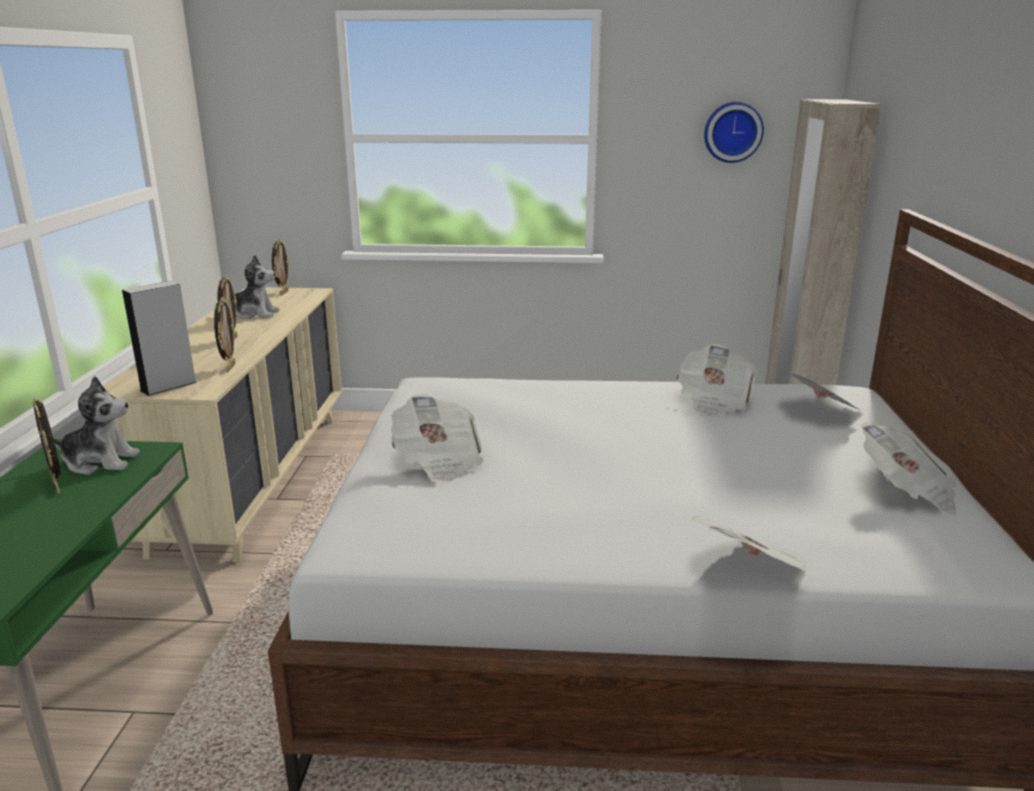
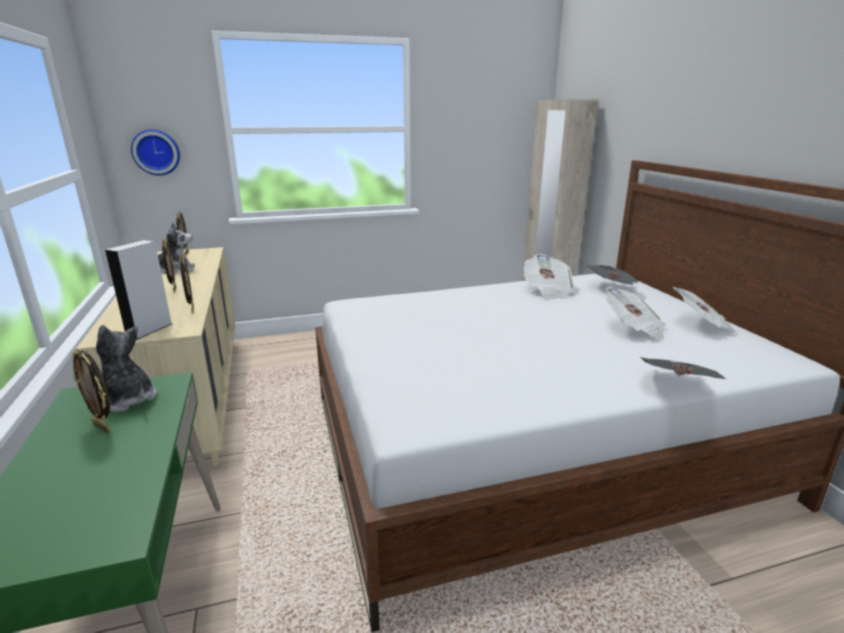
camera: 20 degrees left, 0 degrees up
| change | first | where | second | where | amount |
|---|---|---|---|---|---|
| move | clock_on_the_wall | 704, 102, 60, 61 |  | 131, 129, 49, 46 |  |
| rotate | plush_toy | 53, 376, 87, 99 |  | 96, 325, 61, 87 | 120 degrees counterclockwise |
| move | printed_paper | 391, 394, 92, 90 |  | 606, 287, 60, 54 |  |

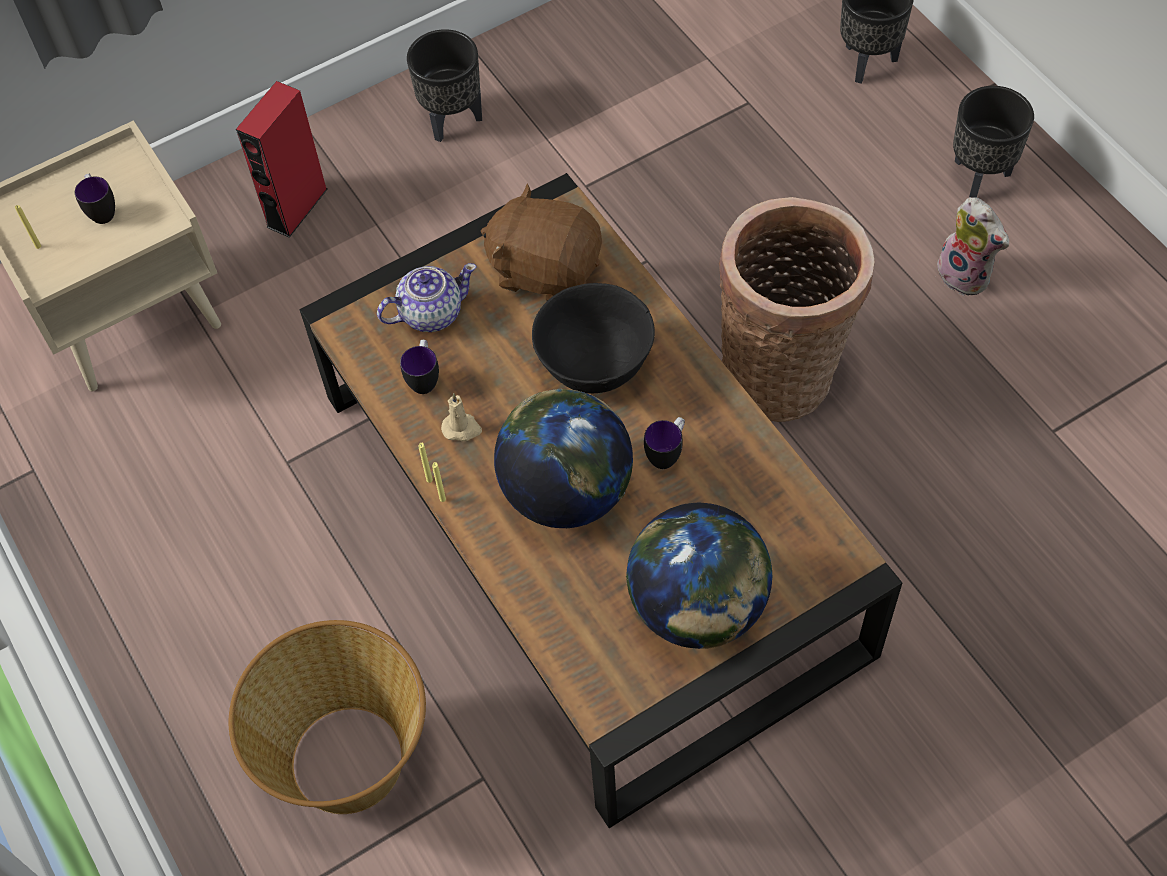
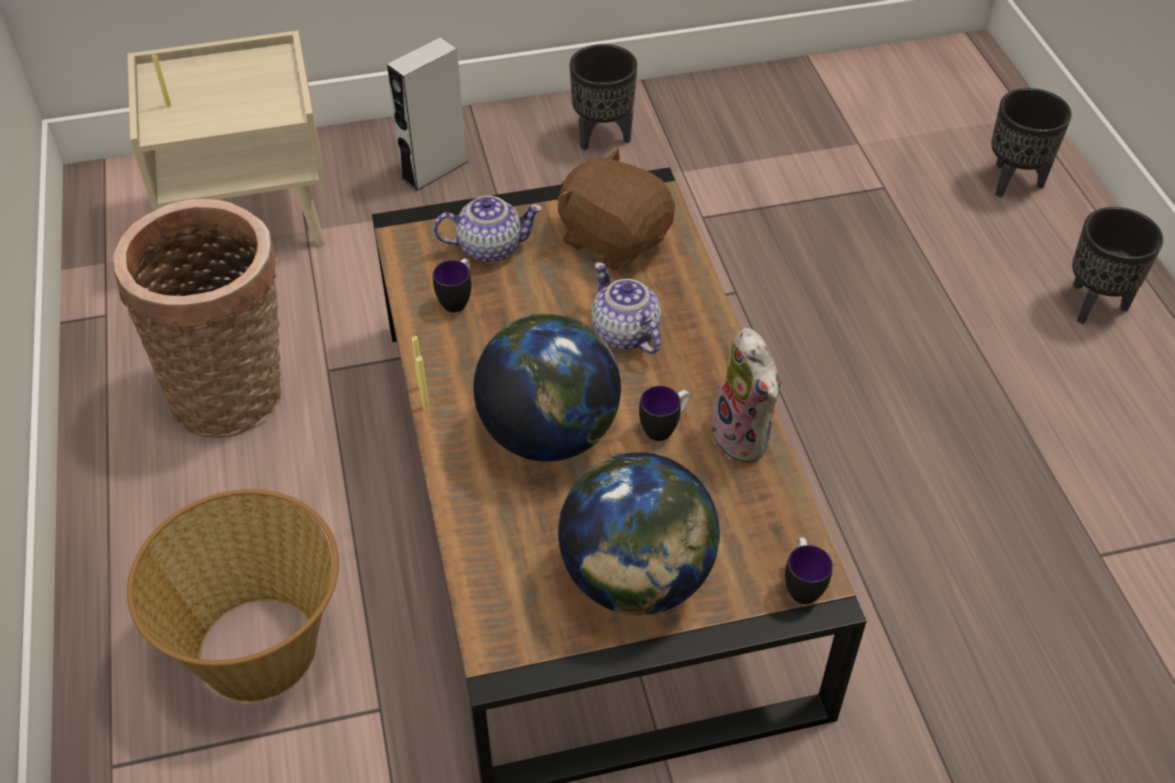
camera: 15 degrees right, 10 degrees down
| change | first | where | second | where | amount |
|---|---|---|---|---|---|
| recolor | red_loudspeaker | 236, 81, 92, 157 | greyish_loudspeaker | 387, 37, 81, 154 |  |
| move | coffee_mug | 74, 174, 41, 50 |  | 785, 538, 48, 66 |  |
| move | basket | 719, 197, 156, 225 |  | 113, 199, 169, 239 |  |
| move | plush_toy | 937, 197, 72, 99 |  | 711, 328, 71, 134 |  |
| replace | black_bowl | 532, 283, 123, 110 | tea_pot | 591, 262, 70, 92 |  |
| delete | beige-coloured_wax_candle | 441, 393, 41, 48 |  |  |  |

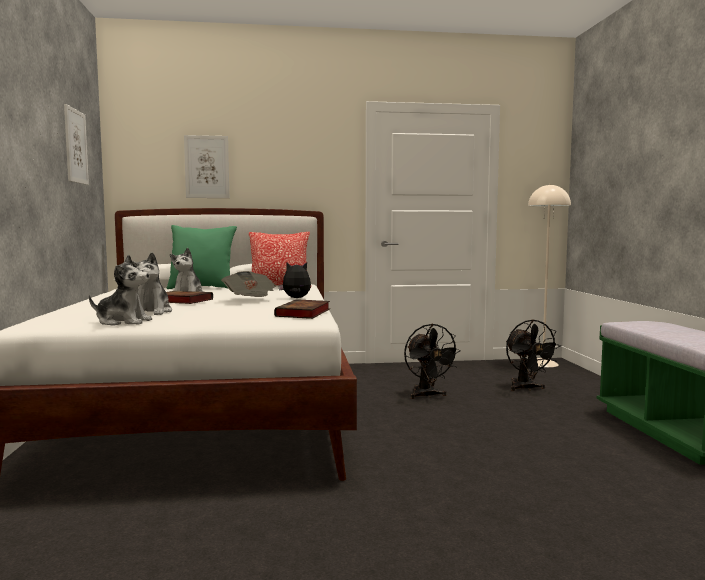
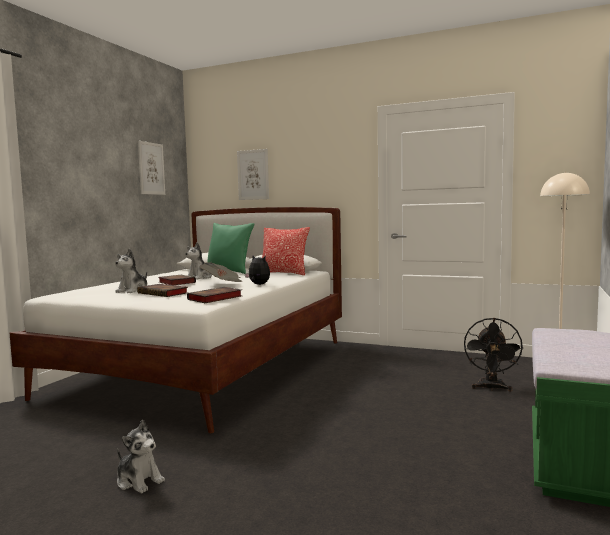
camera: 30 degrees right, 0 degrees up
| change | first | where | second | where | amount |
|---|---|---|---|---|---|
| move | plush_toy | 89, 255, 63, 71 |  | 117, 420, 48, 73 |  |
| delete | black_electric_fan | 404, 324, 57, 75 |  |  |  |
| insert |  |  | bound_book | 137, 284, 51, 13 |  |

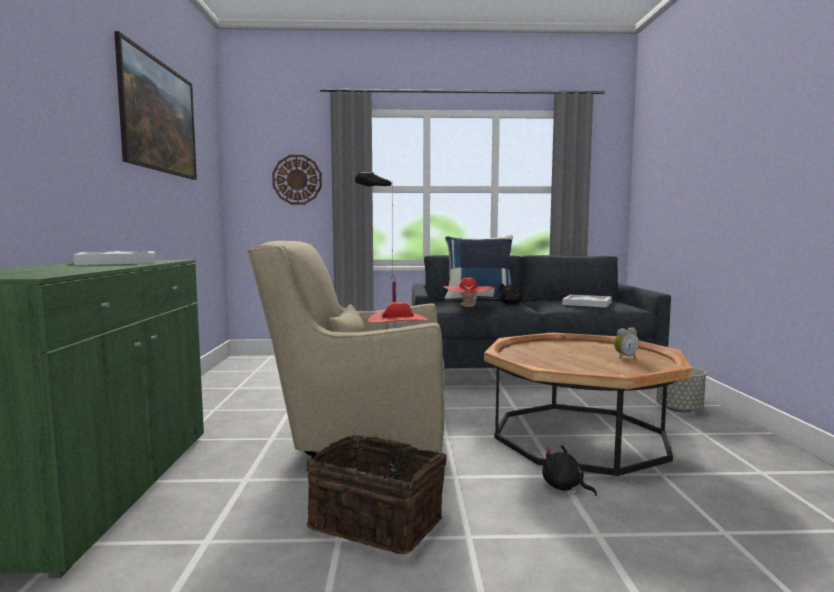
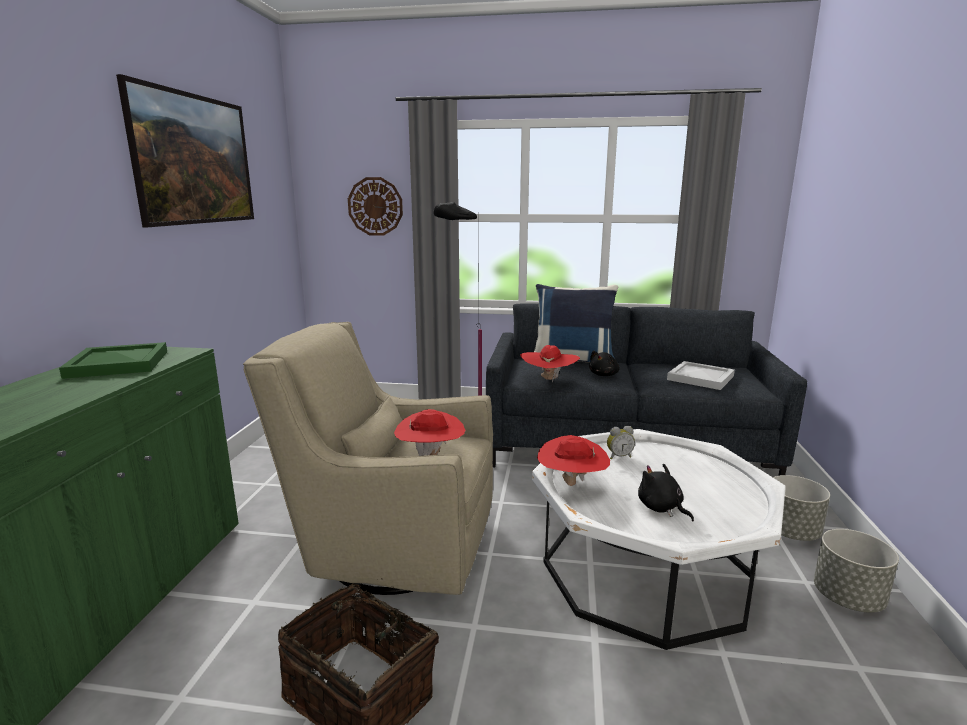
camera: 10 degrees right, 10 degrees up
| change | first | where | second | where | amount |
|---|---|---|---|---|---|
| recolor | whitish_serving_tray | 73, 251, 83, 14 | greenish_serving_tray | 59, 342, 108, 37 |  |
| move | alarm_clock | 614, 327, 25, 32 |  | 607, 426, 28, 33 |  |
| recolor | brown-coloured_lounge_table | 484, 333, 209, 143 | whitish_lounge_table | 532, 429, 254, 221 |  |
| move | black_plush_toy | 542, 445, 55, 51 |  | 638, 464, 56, 58 |  |
| insert |  |  | red_clothing_hat | 537, 435, 73, 51 |  |
| insert |  |  | greyish_flower_pot | 814, 529, 85, 84 |  |

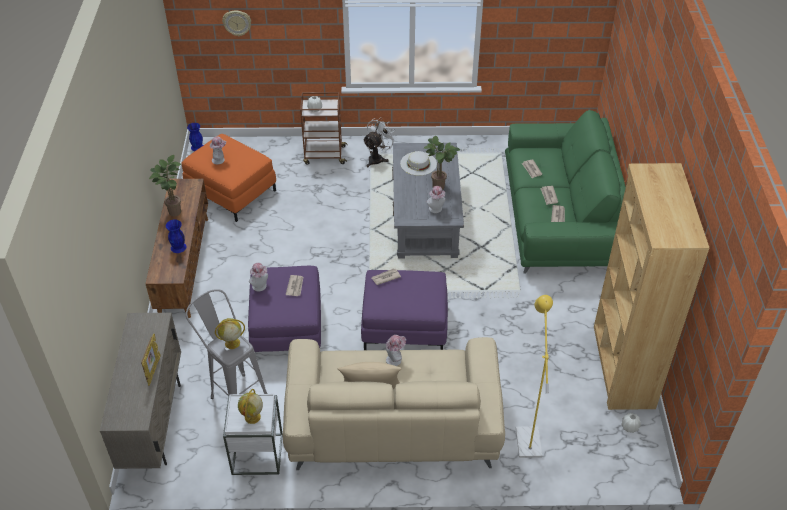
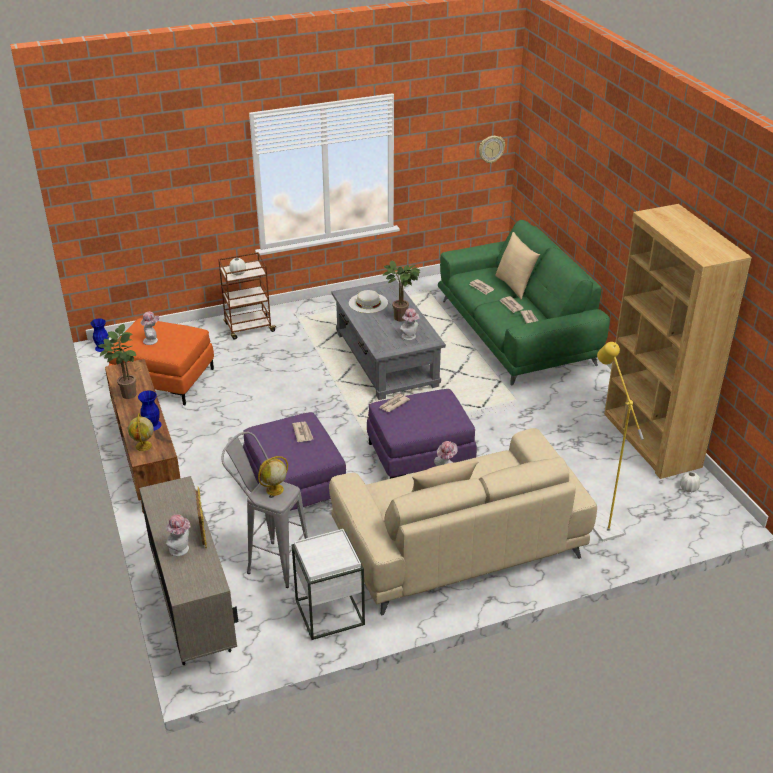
camera: 20 degrees left, 10 degrees down
| change | first | where | second | where | amount |
|---|---|---|---|---|---|
| move | clock_on_the_wall | 222, 10, 29, 26 |  | 479, 136, 26, 27 |  |
| delete | whitish_electric_fan | 363, 117, 34, 51 |  |  |  |
| move | clothing_hat | 249, 263, 19, 28 |  | 166, 514, 25, 42 |  |
| move | desk_globe | 238, 389, 25, 35 |  | 128, 413, 26, 38 |  |
| insert |  |  | beige-coloured_throw_pillow | 495, 232, 45, 67 |  |

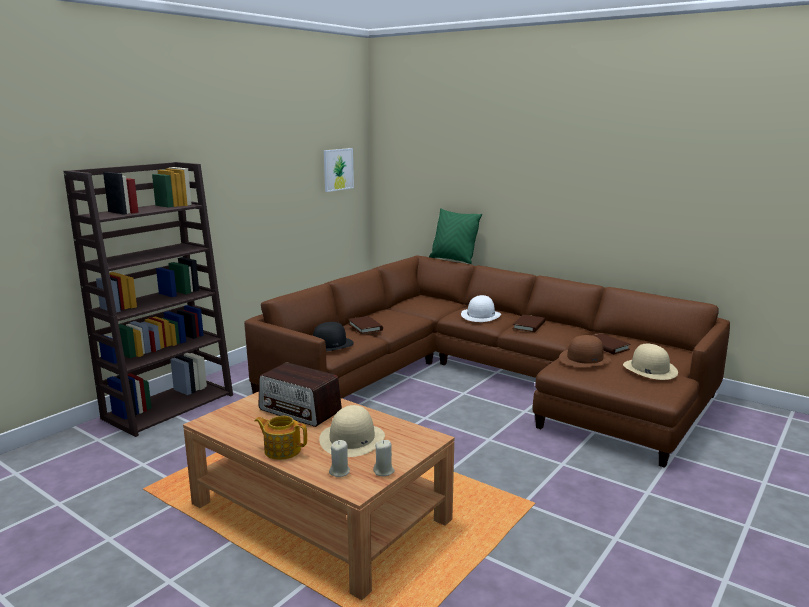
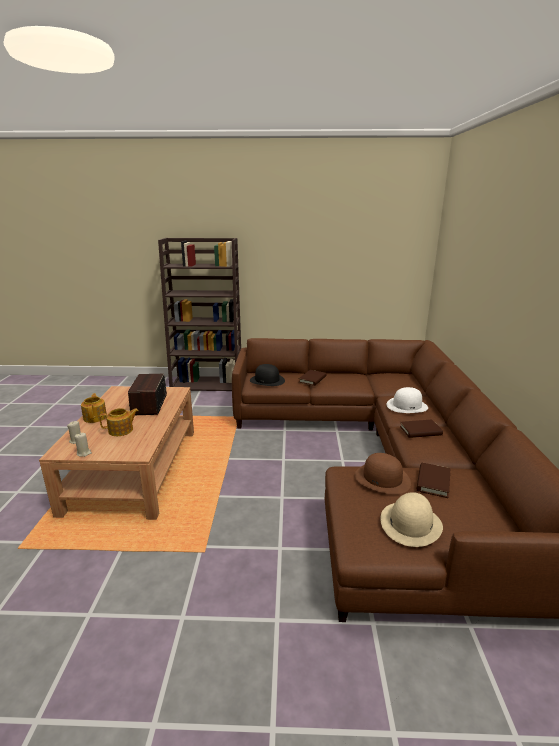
camera: 55 degrees right, 5 degrees up
| change | first | where | second | where | amount |
|---|---|---|---|---|---|
| delete | wall_art | 324, 148, 30, 44 |  |  |  |
| delete | greenish_throw_pillow | 429, 208, 53, 56 |  |  |  |
| replace | beige-coloured_clothing_hat | 319, 405, 66, 52 | tea_pot | 99, 408, 40, 28 |  |

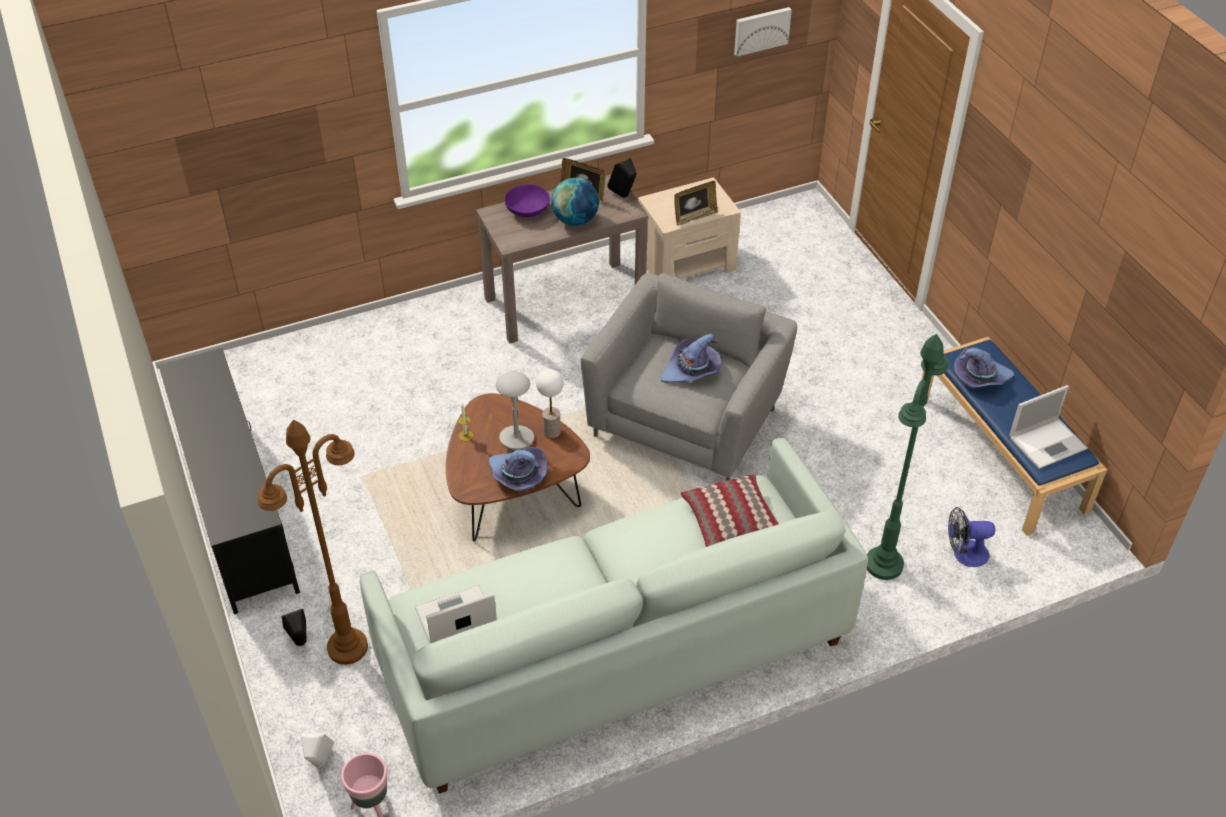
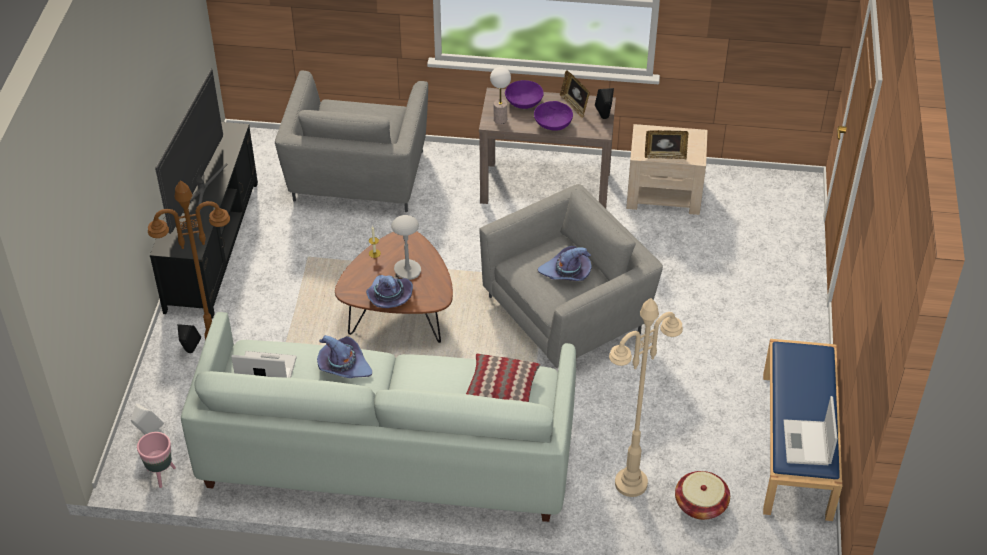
camera: 30 degrees right, 0 degrees up
| change | first | where | second | where | amount |
|---|---|---|---|---|---|
| delete | wall_art | 734, 7, 58, 50 |  |  |  |
| replace | desk_globe | 551, 178, 48, 48 | purple_bowl | 534, 101, 39, 30 |  |
| recolor | greenish_standing_lamp | 867, 334, 81, 246 | beige-coloured_standing_lamp | 609, 298, 74, 199 |  |
| move | purple_clothing_hat | 954, 347, 60, 41 |  | 317, 335, 55, 43 |  |
| move | lamp_for_a_table | 536, 369, 28, 69 |  | 490, 67, 21, 57 |  |
| rotate | portable_computer | 1009, 385, 79, 84 |  | 784, 396, 54, 69 | 90 degrees clockwise |
| replace | electric_fan | 948, 507, 47, 60 | basket | 675, 471, 55, 49 |  |
| insert |  |  | television | 155, 69, 73, 165 |  |
| insert |  |  | greyish_armchair | 275, 70, 153, 142 |  |

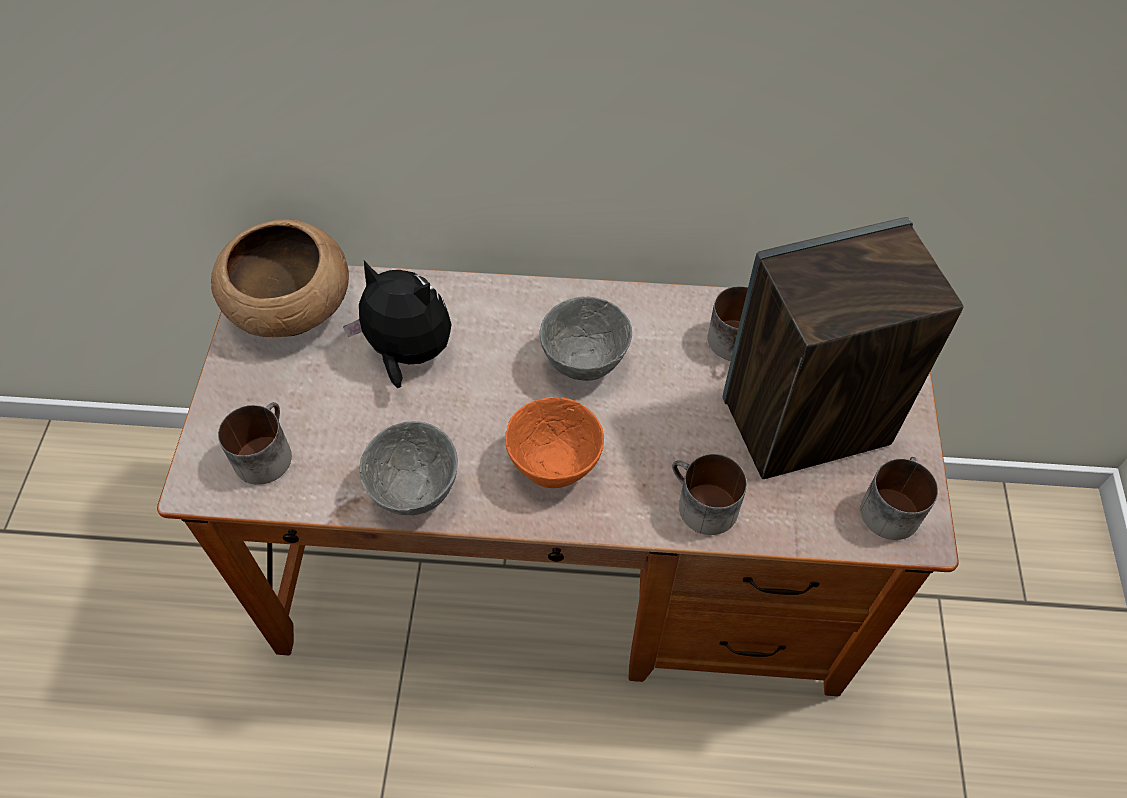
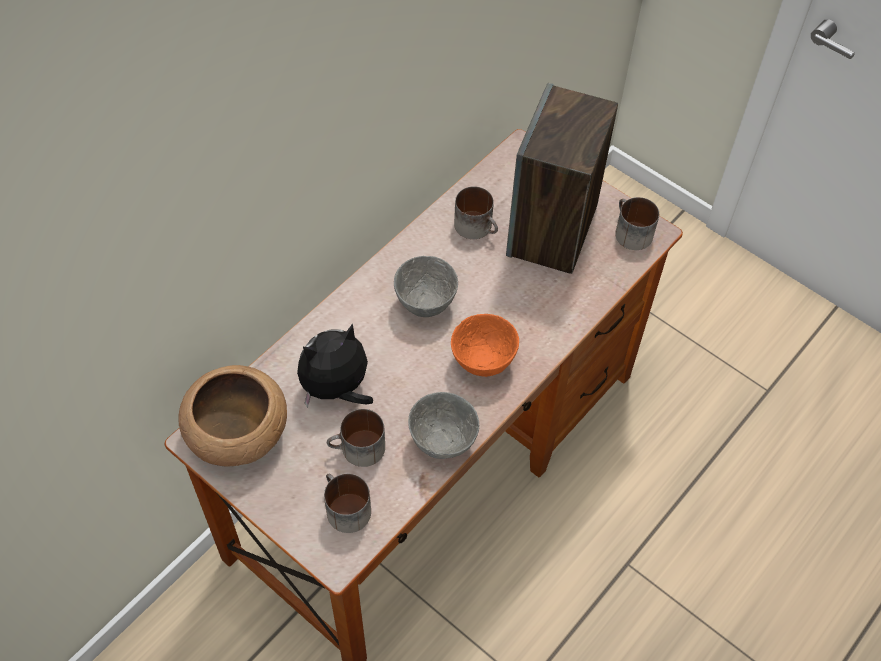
camera: 55 degrees left, 0 degrees up
| change | first | where | second | where | amount |
|---|---|---|---|---|---|
| move | coffee_mug | 672, 454, 75, 81 |  | 327, 409, 58, 58 |  |

